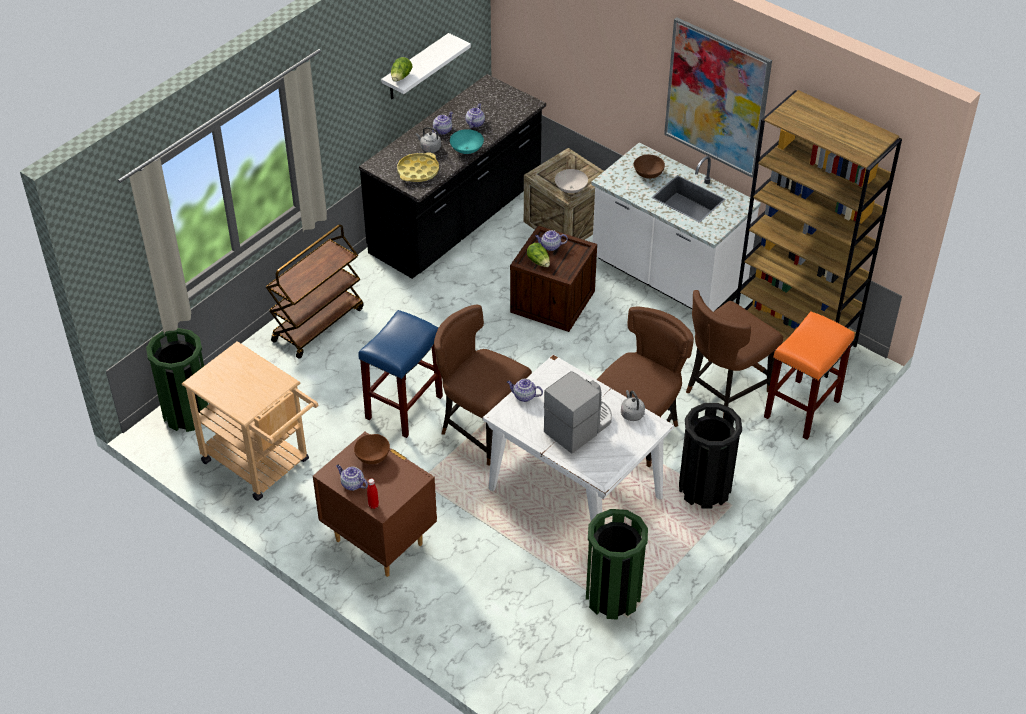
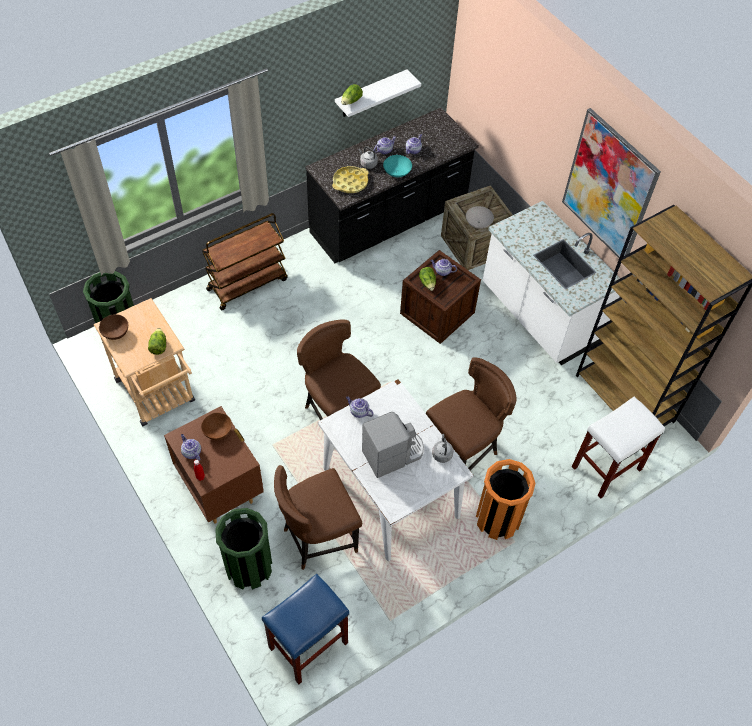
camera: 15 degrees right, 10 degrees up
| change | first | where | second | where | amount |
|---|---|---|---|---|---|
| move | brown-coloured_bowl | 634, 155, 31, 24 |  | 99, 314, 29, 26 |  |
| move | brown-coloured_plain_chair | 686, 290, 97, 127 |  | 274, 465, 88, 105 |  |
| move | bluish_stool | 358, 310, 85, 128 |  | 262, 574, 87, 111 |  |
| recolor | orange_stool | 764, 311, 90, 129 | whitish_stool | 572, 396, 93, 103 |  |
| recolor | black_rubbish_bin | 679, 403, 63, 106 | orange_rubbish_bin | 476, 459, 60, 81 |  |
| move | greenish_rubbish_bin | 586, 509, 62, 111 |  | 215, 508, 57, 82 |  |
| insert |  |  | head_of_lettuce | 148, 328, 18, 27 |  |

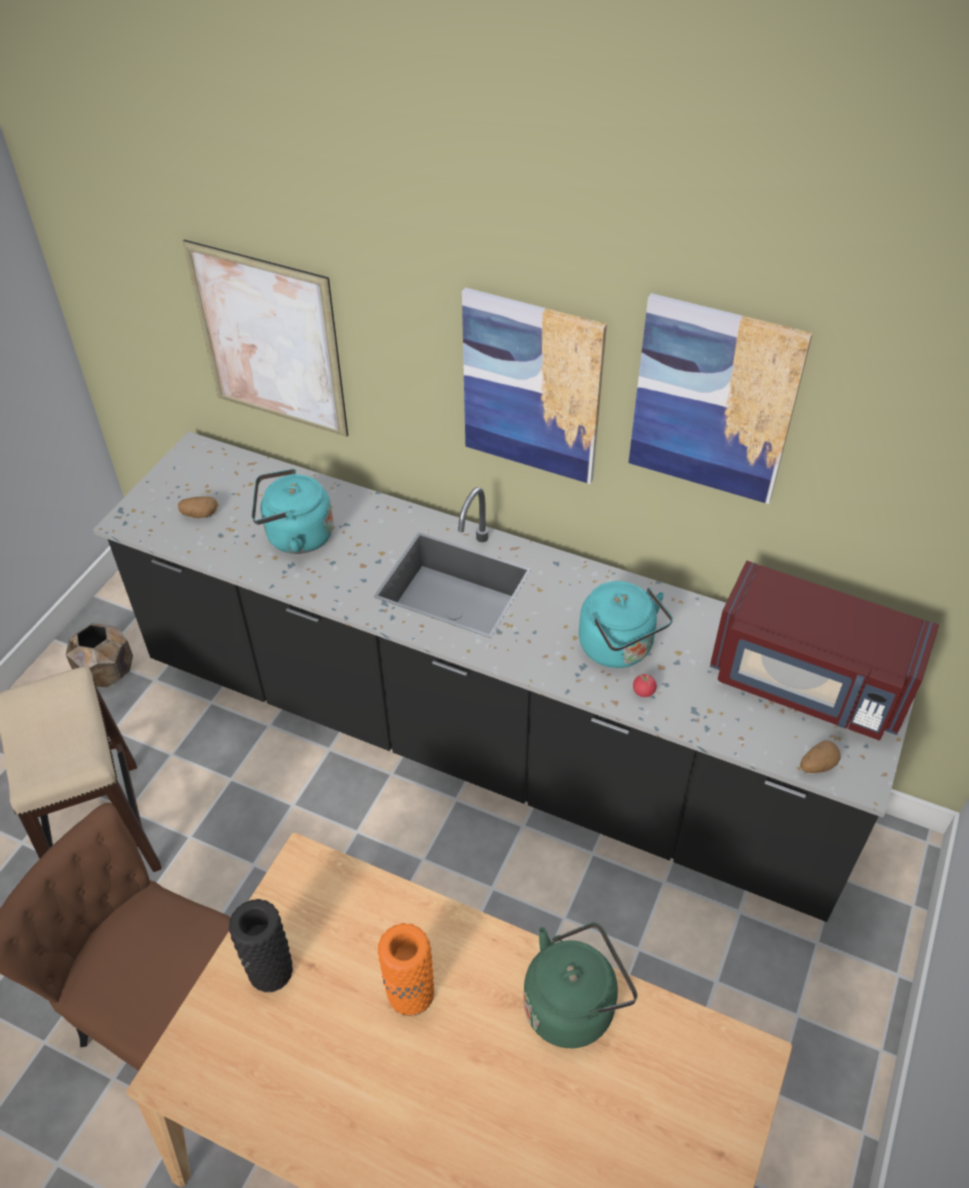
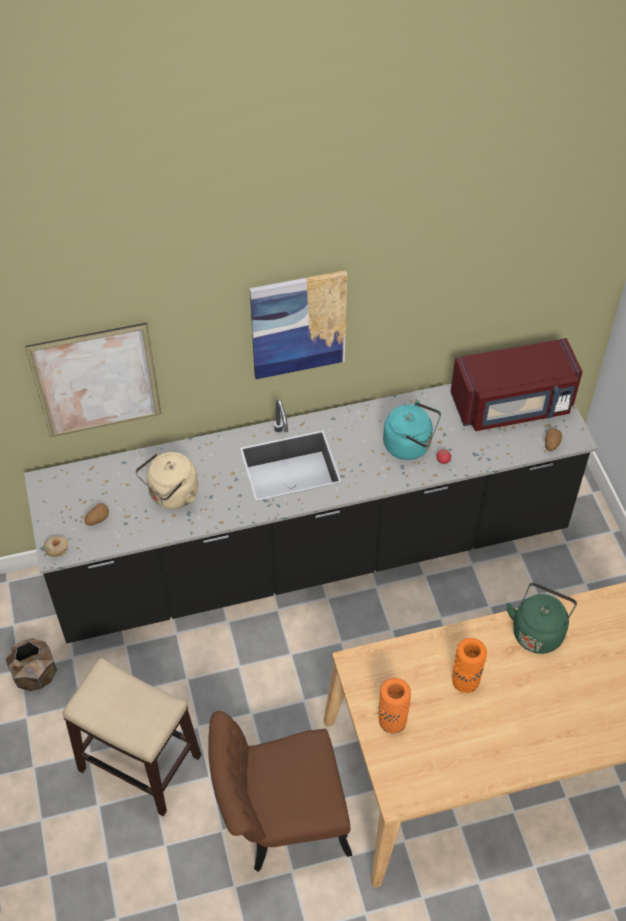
camera: 40 degrees left, 5 degrees up
| change | first | where | second | where | amount |
|---|---|---|---|---|---|
| delete | wall_art | 628, 293, 185, 211 |  |  |  |
| recolor | turquoise-coloured_kettle | 252, 469, 81, 85 | beige-coloured_kettle | 135, 452, 63, 57 |  |
| recolor | black_decorative_vase | 229, 899, 64, 94 | orange_decorative_vase | 378, 678, 33, 56 |  |
| insert |  |  | donut | 44, 536, 24, 21 |  |

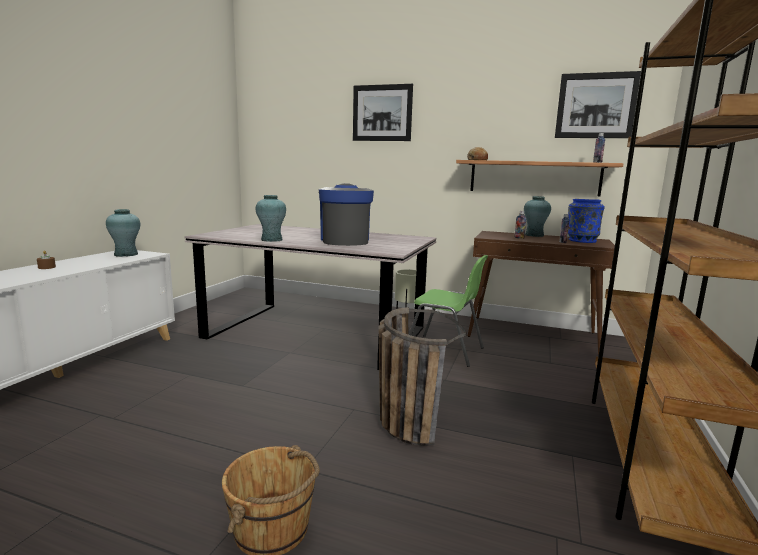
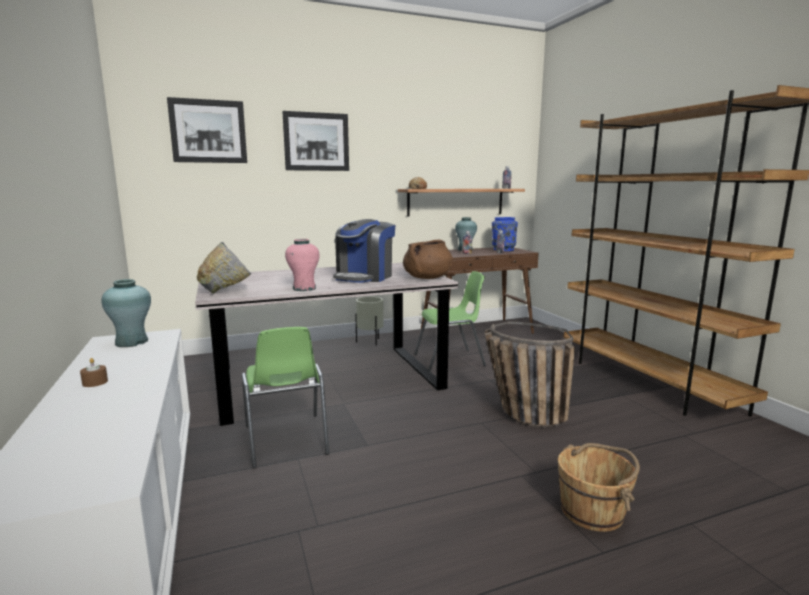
camera: 40 degrees left, 0 degrees up
| change | first | where | second | where | amount |
|---|---|---|---|---|---|
| move | wall_art | 555, 71, 86, 67 |  | 167, 97, 80, 66 |  |
| rotate | coffee_brewer | 319, 183, 55, 63 |  | 333, 219, 62, 64 | 105 degrees counterclockwise |
| recolor | turquoise-coloured_decorative_vase | 256, 195, 30, 47 | pinkish_decorative_vase | 285, 239, 35, 52 |  |
| insert |  |  | brown-coloured_cooking_pot | 403, 239, 50, 40 |  |
| insert |  |  | greyish_bowl | 197, 242, 54, 52 |  |
| insert |  |  | greenish_plain_chair | 242, 327, 88, 142 |  |

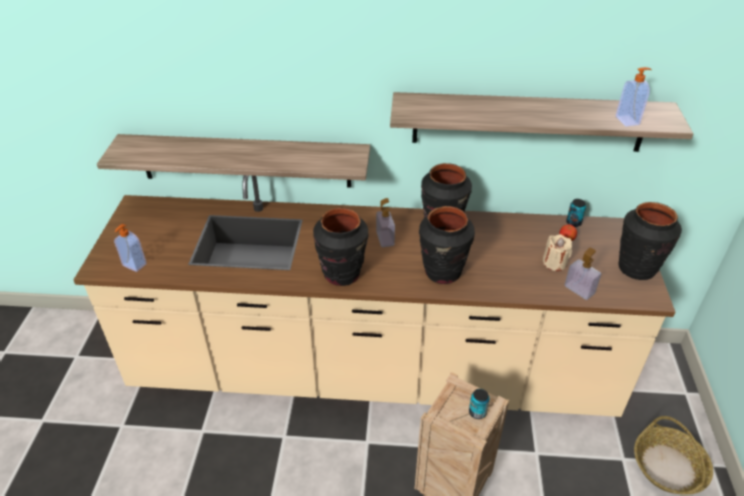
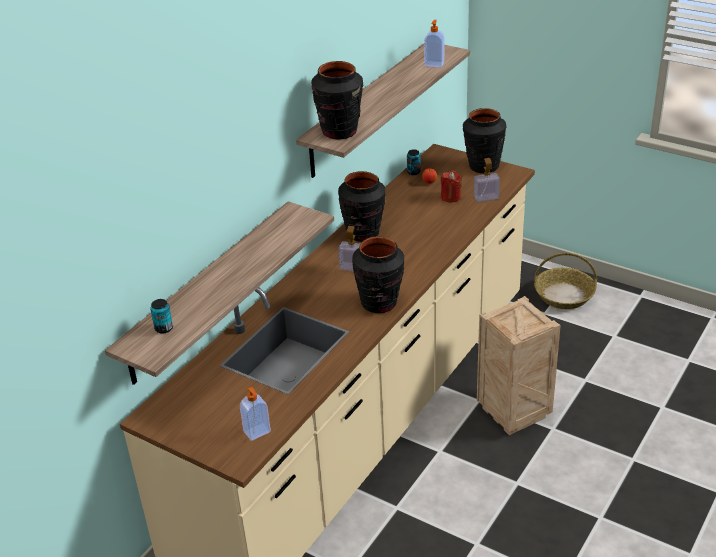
camera: 60 degrees left, 5 degrees down
| change | first | where | second | where | amount |
|---|---|---|---|---|---|
| move | black_decorative_vase | 419, 206, 56, 78 |  | 311, 61, 52, 79 |  |
| recolor | beige-coloured_wax_candle | 543, 234, 29, 37 | red_wax_candle | 441, 170, 21, 32 |  |
| move | sealed_can | 469, 389, 20, 30 |  | 150, 299, 23, 35 |  |

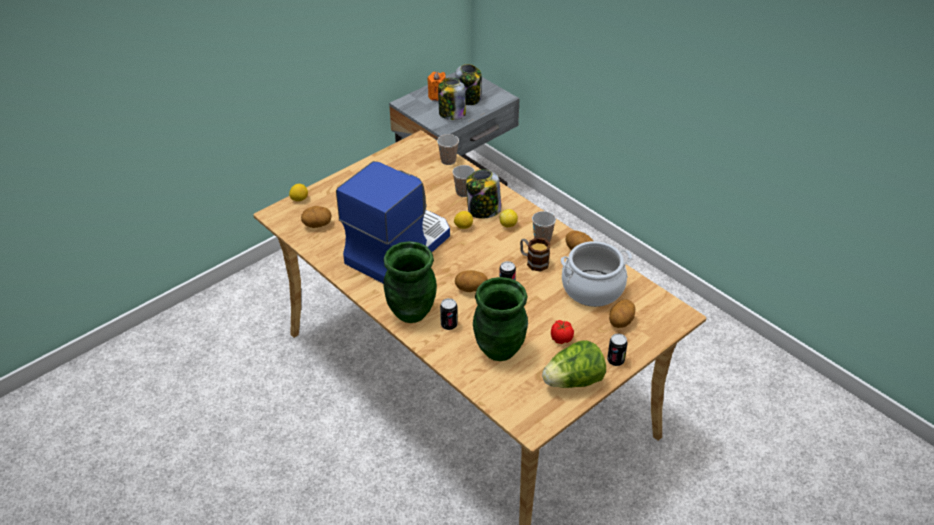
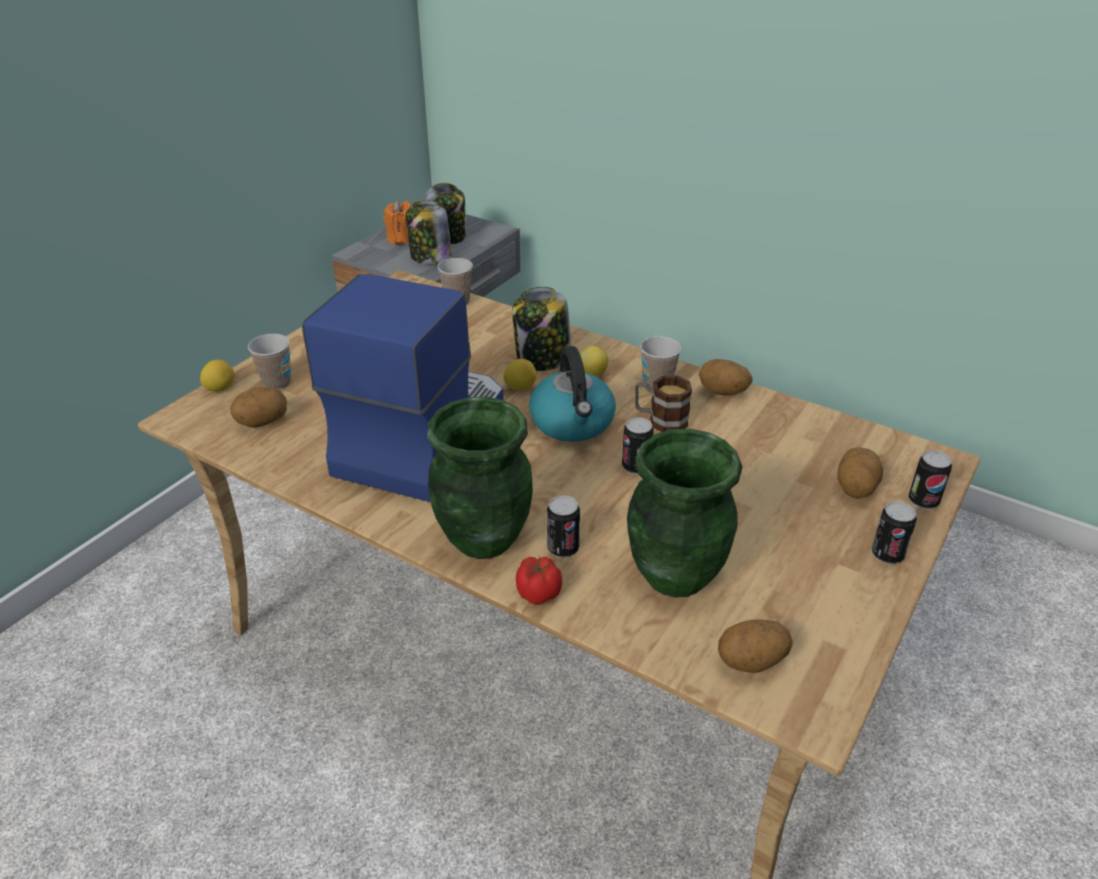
camera: 15 degrees left, 5 degrees down
| change | first | where | second | where | amount |
|---|---|---|---|---|---|
| move | drinking_cup | 452, 165, 23, 32 |  | 248, 334, 43, 56 |  |
| delete | cooking_pot | 561, 241, 71, 66 |  |  |  |
| move | spud | 455, 270, 33, 22 |  | 718, 620, 75, 53 |  |
| move | whole_tomato | 551, 320, 23, 24 |  | 516, 556, 46, 48 |  |
| delete | head_of_lettuce | 542, 340, 64, 48 |  |  |  |
| insert |  |  | kettle | 529, 346, 87, 96 |  |
| insert |  |  | sealed_can | 908, 450, 44, 59 |  |

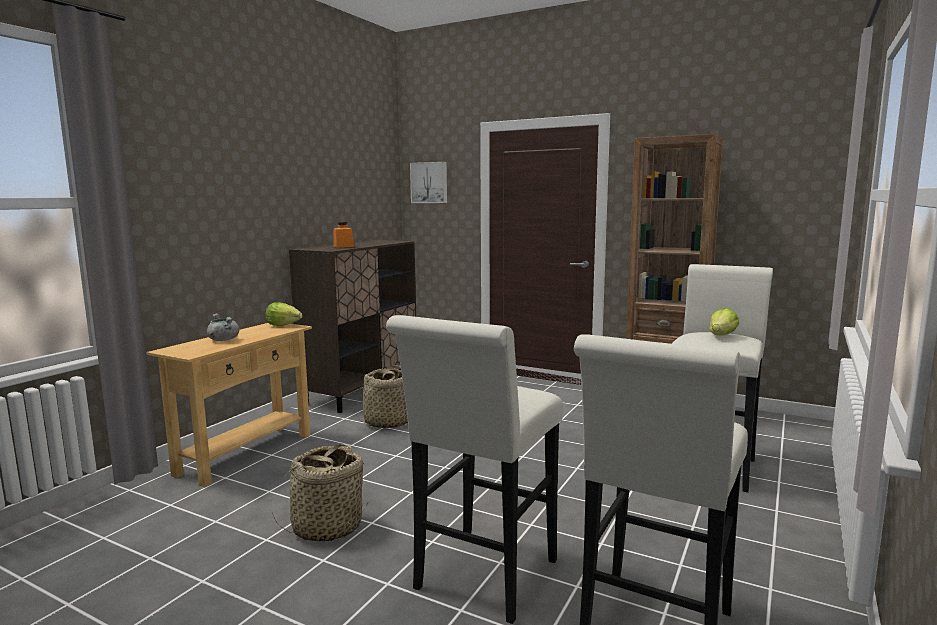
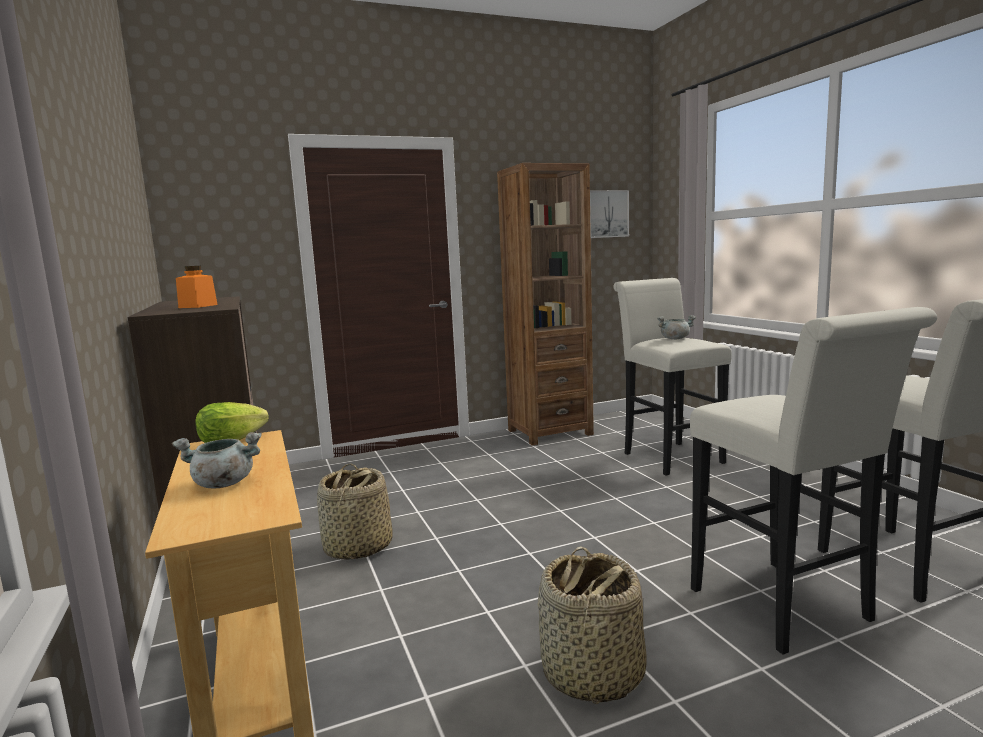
camera: 50 degrees left, 0 degrees up
| change | first | where | second | where | amount |
|---|---|---|---|---|---|
| move | wall_art | 410, 162, 37, 41 |  | 590, 190, 39, 48 |  |
| replace | head_of_lettuce | 709, 308, 30, 27 | greyish_cooking_pot | 657, 315, 39, 24 |  |

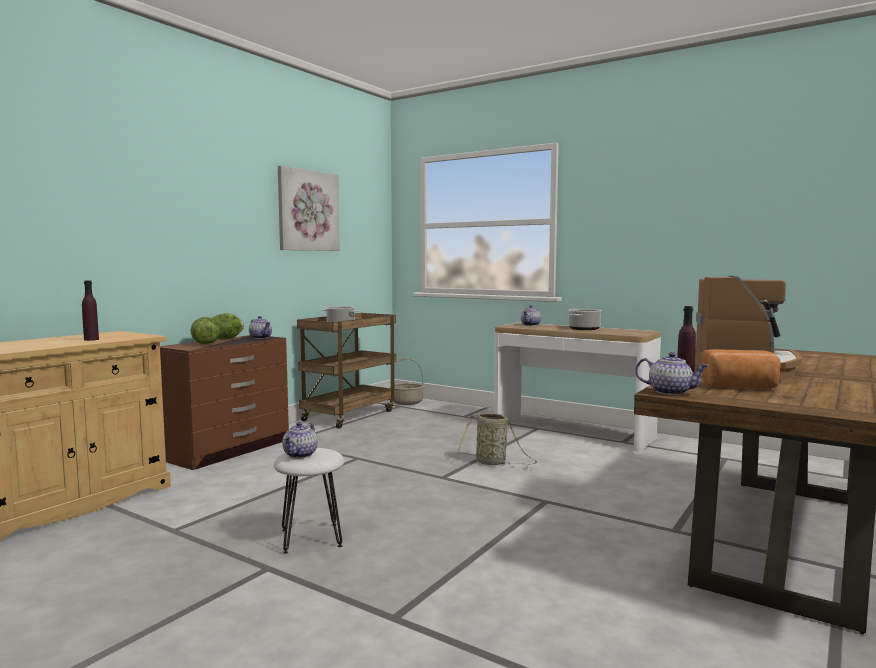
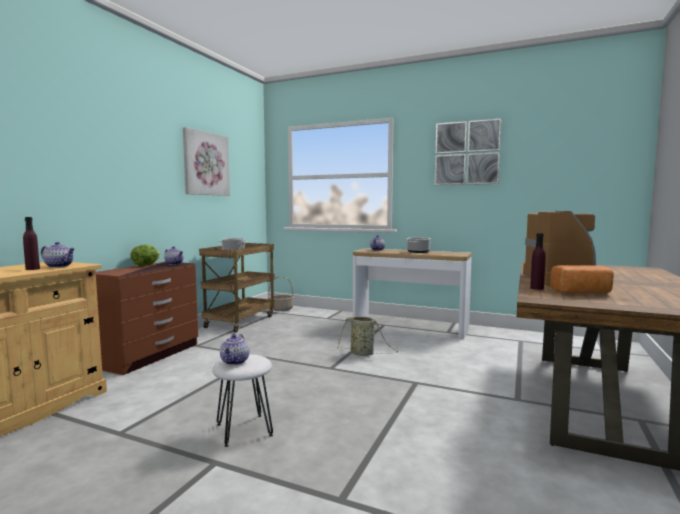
camera: 10 degrees left, 0 degrees up
| change | first | where | second | where | amount |
|---|---|---|---|---|---|
| delete | head_of_lettuce | 191, 317, 29, 27 |  |  |  |
| move | tea_pot | 635, 352, 74, 43 |  | 41, 242, 34, 26 |  |
| insert |  |  | wall_art | 435, 118, 66, 67 |  |

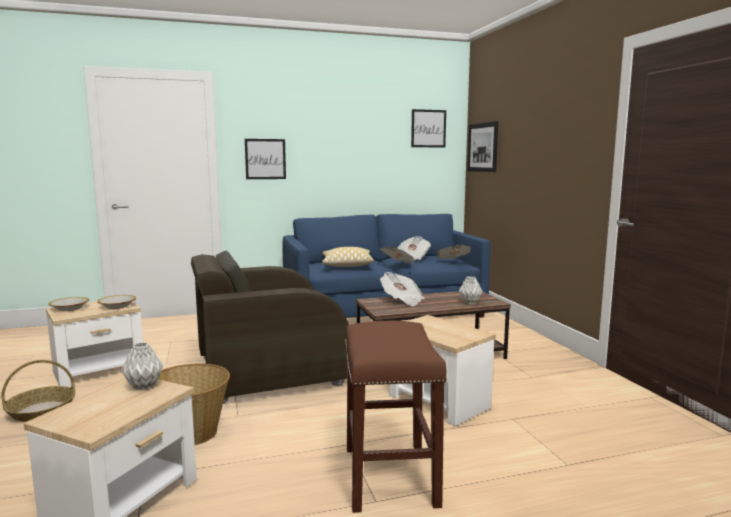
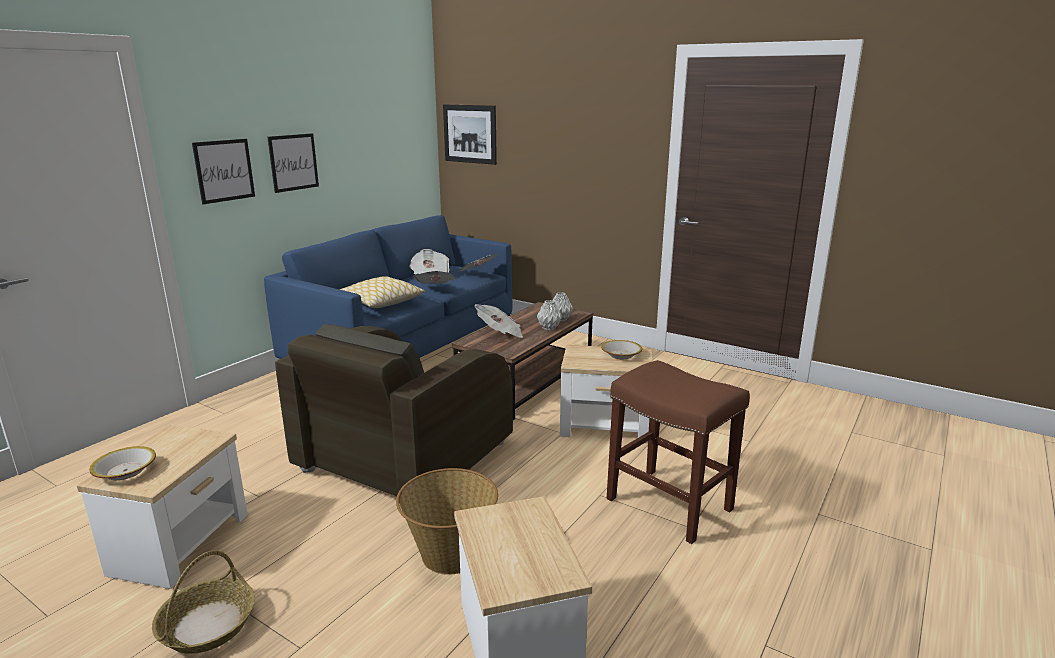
camera: 40 degrees left, 10 degrees up
| change | first | where | second | where | amount |
|---|---|---|---|---|---|
| move | wall_art | 411, 109, 35, 39 |  | 267, 133, 52, 60 |  |
| move | bowl | 98, 295, 38, 14 |  | 601, 340, 41, 19 |  |
| move | greyish_decorative_vase | 121, 342, 42, 48 |  | 537, 300, 25, 30 |  |

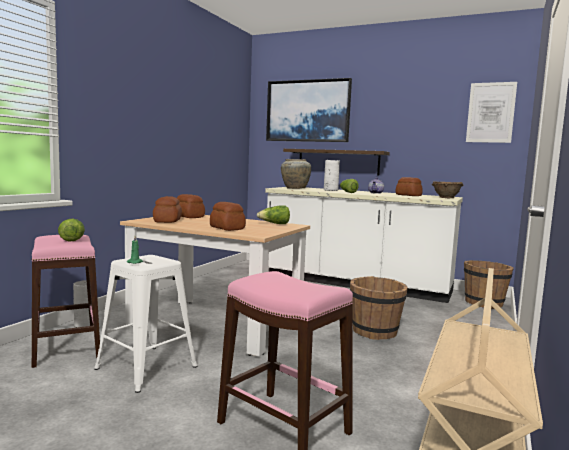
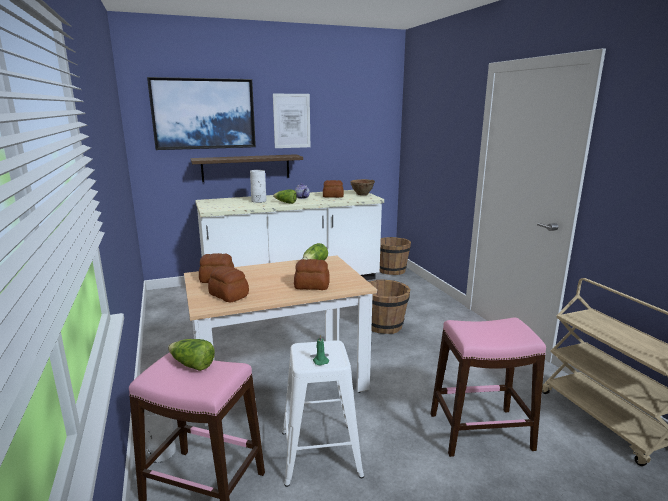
camera: 45 degrees left, 10 degrees up
| change | first | where | second | where | amount |
|---|---|---|---|---|---|
| move | wall_art | 466, 82, 51, 61 |  | 273, 94, 37, 54 |  |
| delete | beige-coloured_decorative_vase | 281, 159, 30, 30 |  |  |  |

